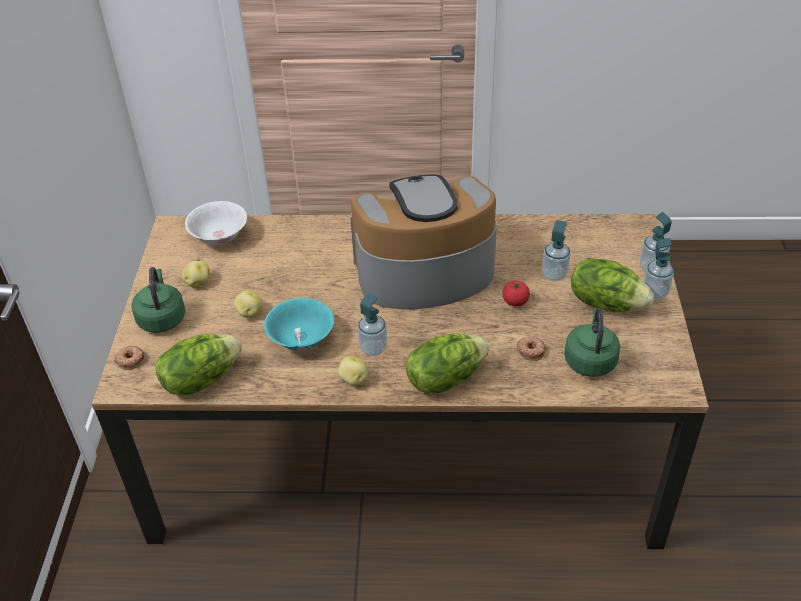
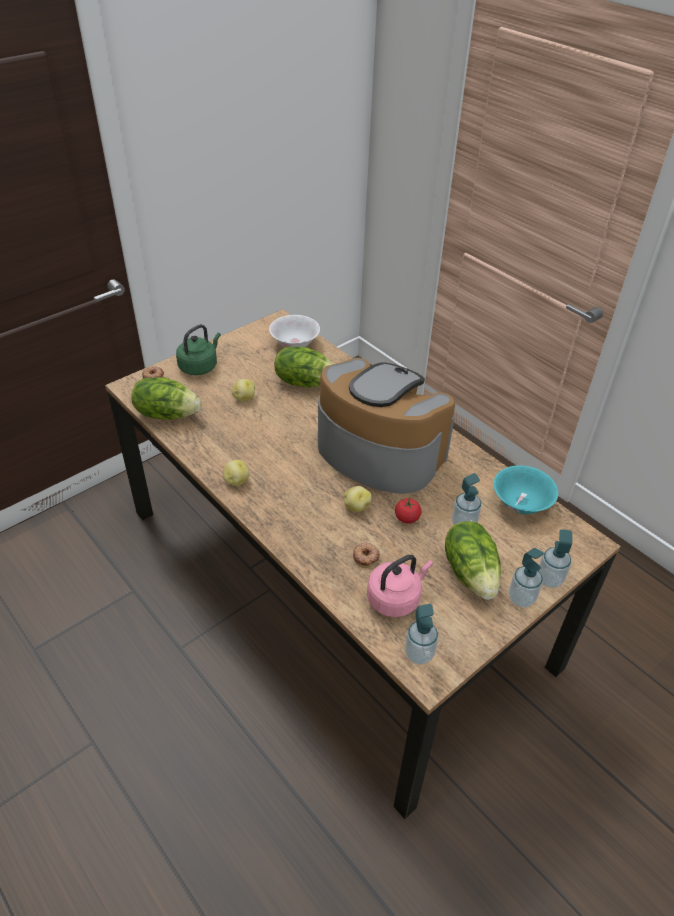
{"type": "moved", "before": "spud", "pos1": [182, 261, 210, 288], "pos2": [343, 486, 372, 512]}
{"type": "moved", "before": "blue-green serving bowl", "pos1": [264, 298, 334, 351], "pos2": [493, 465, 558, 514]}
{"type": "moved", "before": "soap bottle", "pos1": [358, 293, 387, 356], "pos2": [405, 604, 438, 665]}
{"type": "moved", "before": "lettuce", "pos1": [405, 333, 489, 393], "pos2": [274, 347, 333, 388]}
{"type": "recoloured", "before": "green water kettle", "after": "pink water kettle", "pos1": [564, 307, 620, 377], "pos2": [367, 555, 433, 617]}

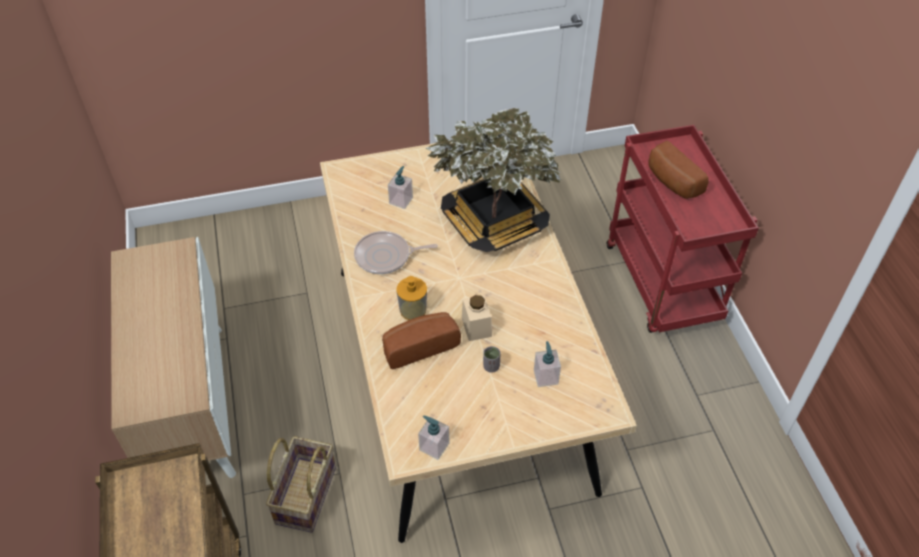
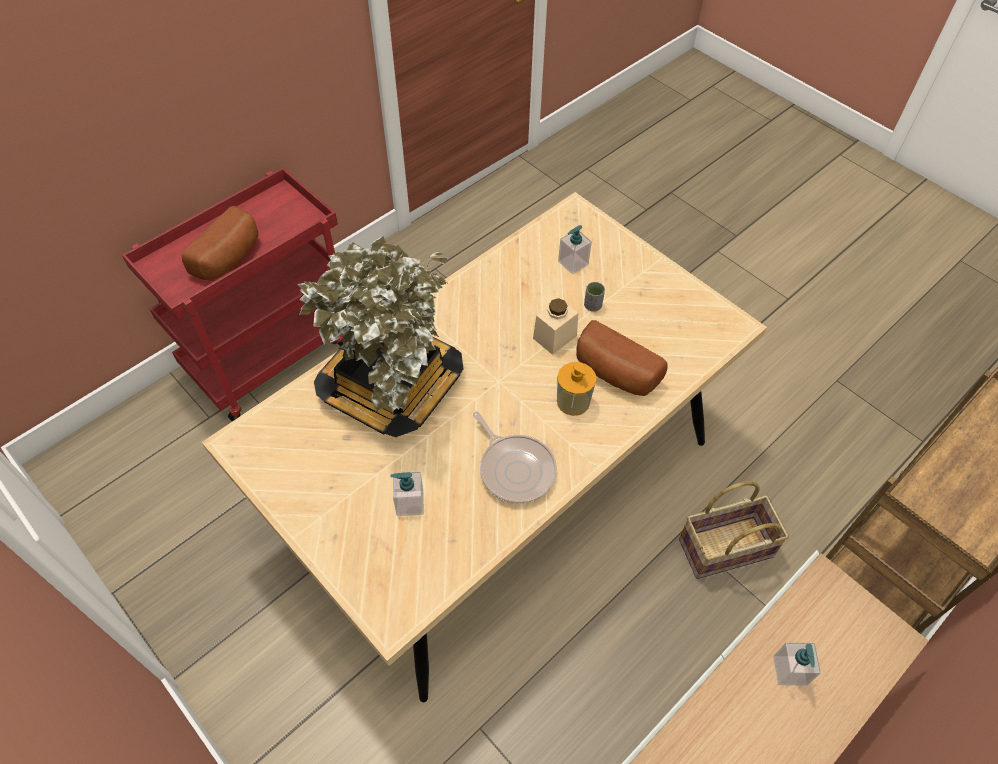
{"type": "moved", "before": "soap bottle", "pos1": [418, 416, 449, 460], "pos2": [773, 642, 821, 686]}

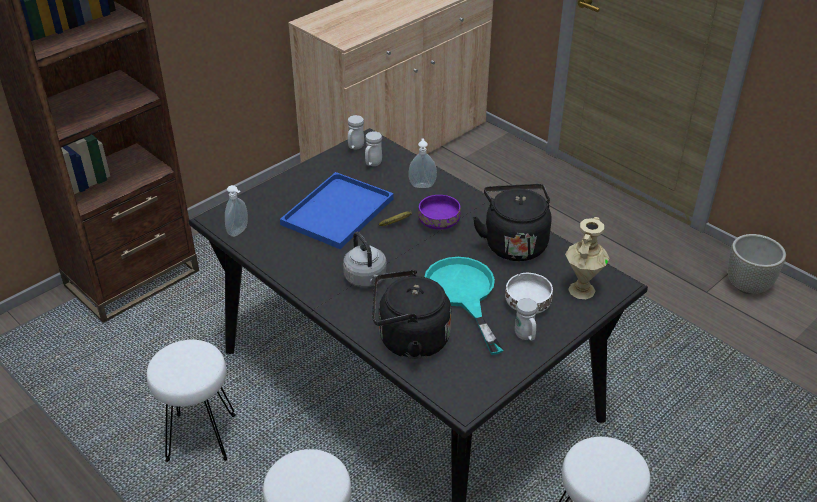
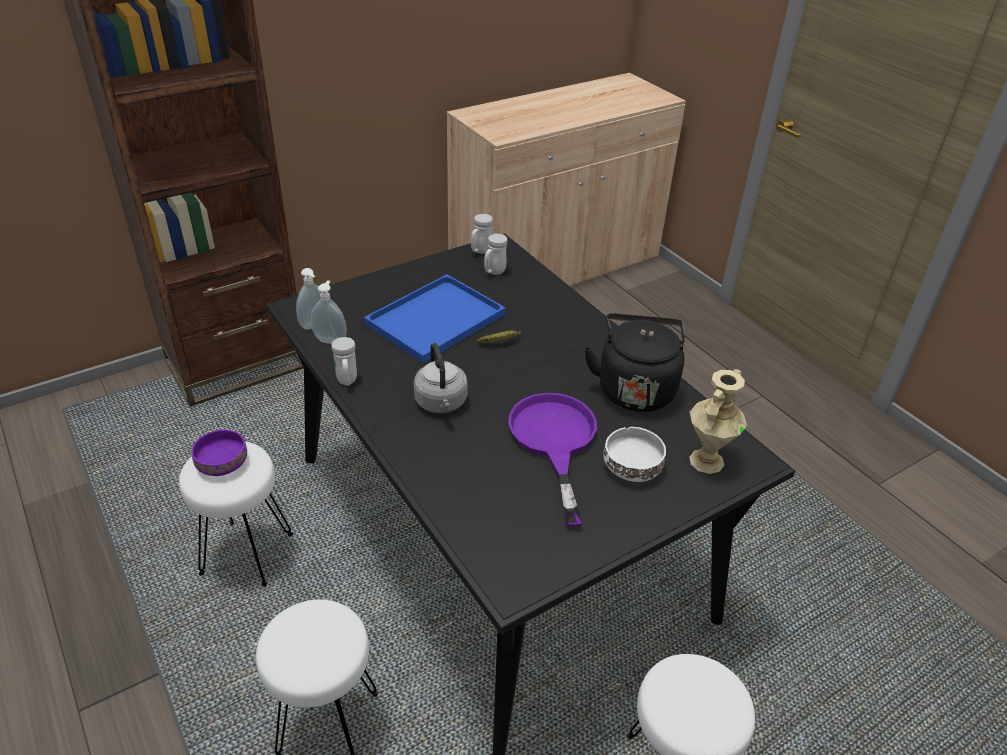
{"type": "removed", "before": "black-coloured water kettle", "pos1": [372, 270, 451, 359]}
{"type": "moved", "before": "soap bottle", "pos1": [408, 139, 437, 188], "pos2": [311, 280, 347, 344]}
{"type": "moved", "before": "purple-coloured serving bowl", "pos1": [418, 195, 461, 230], "pos2": [192, 430, 247, 476]}
{"type": "recoloured", "before": "blue-green pan", "after": "purple-coloured pan", "pos1": [424, 257, 503, 355], "pos2": [508, 393, 597, 527]}
{"type": "moved", "before": "white mug", "pos1": [515, 298, 537, 341], "pos2": [331, 337, 357, 386]}
{"type": "removed", "before": "gray flower pot", "pos1": [728, 234, 786, 294]}

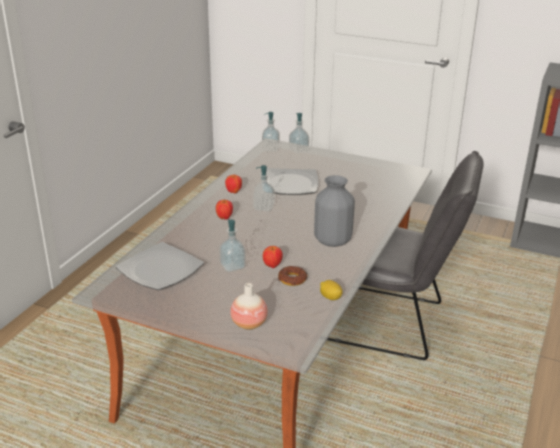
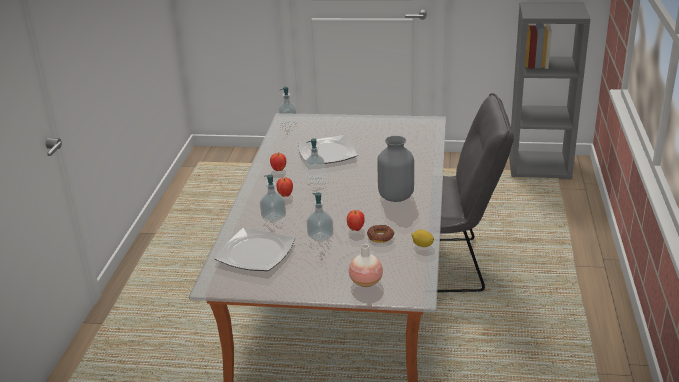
{"type": "moved", "before": "soap bottle", "pos1": [289, 113, 309, 153], "pos2": [260, 175, 286, 223]}

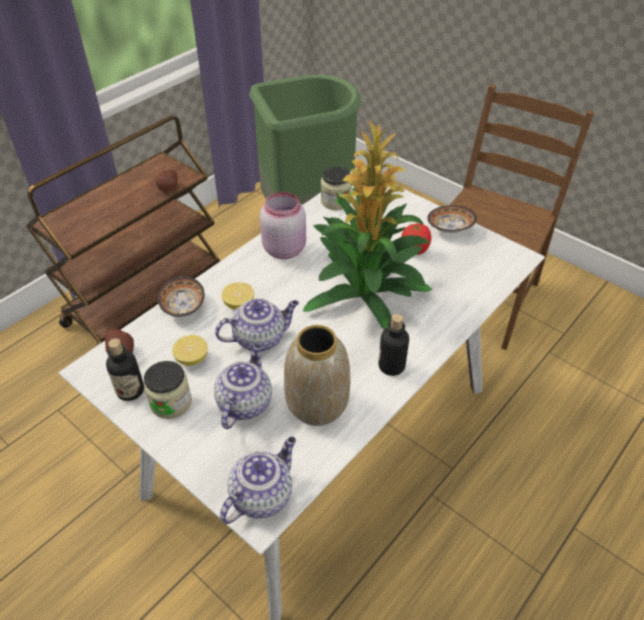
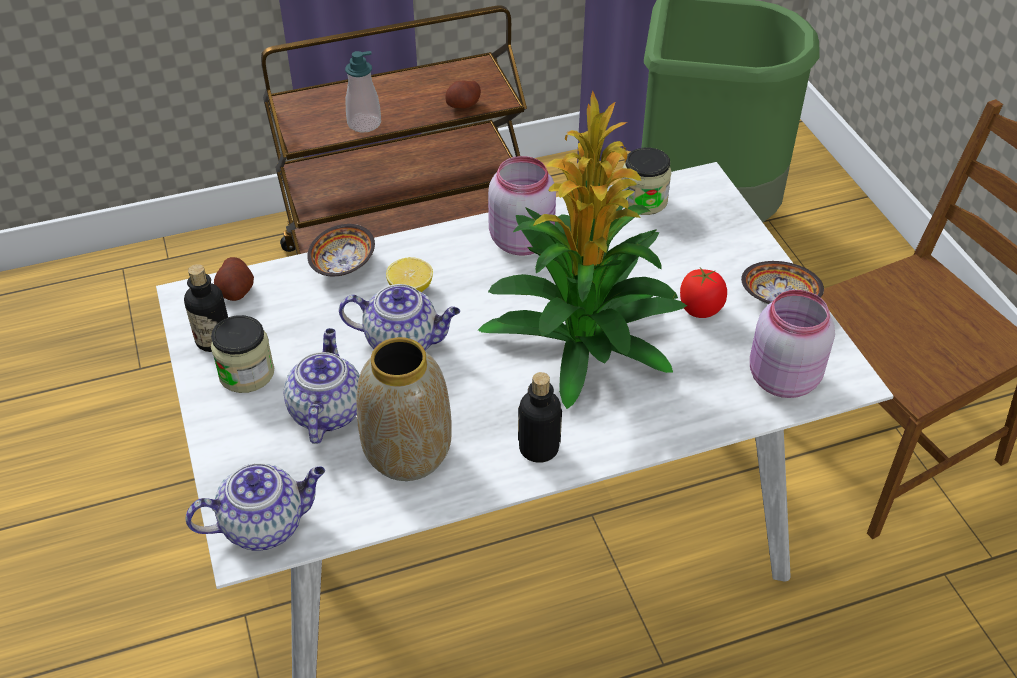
{"type": "removed", "before": "whole lemon", "pos1": [172, 335, 208, 366]}
{"type": "turned", "before": "pot for tea", "pos1": [214, 344, 272, 429], "pos2": [284, 328, 360, 444], "turn": -45}
{"type": "added", "after": "soap bottle", "pos2": [345, 51, 381, 133]}
{"type": "added", "after": "pink preserve jar", "pos2": [750, 290, 835, 398]}

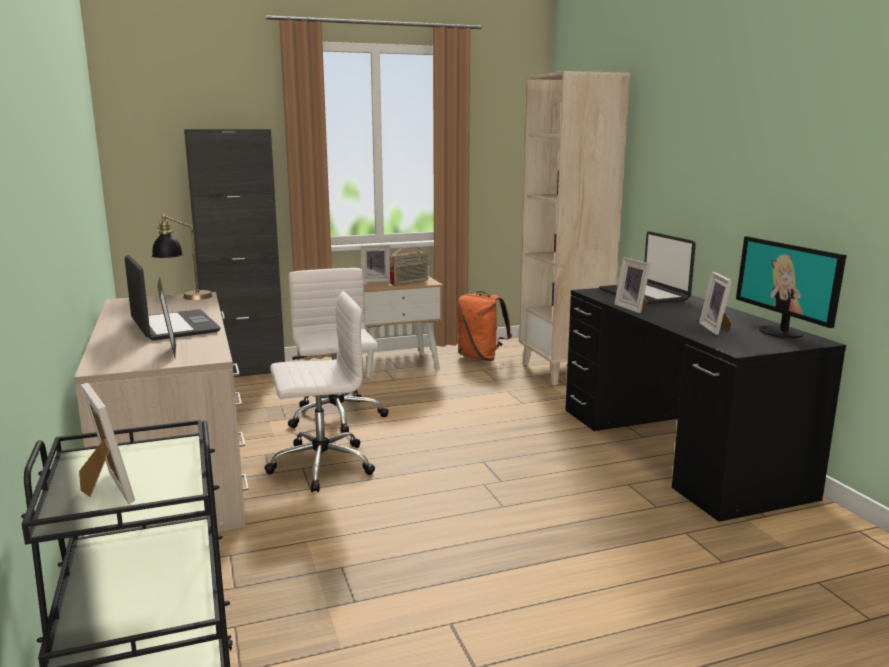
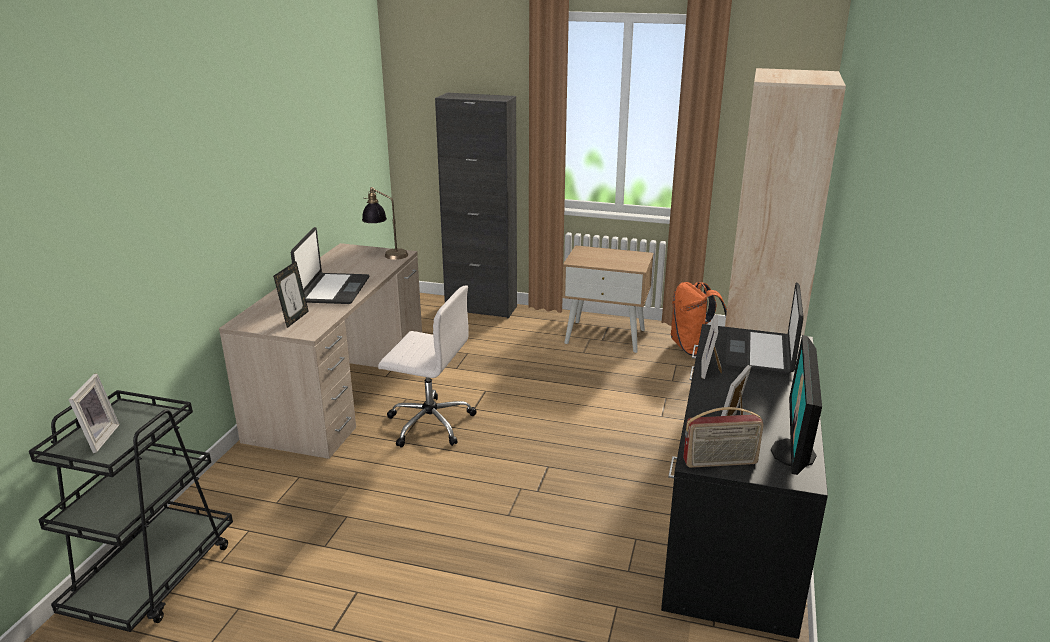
{"type": "removed", "before": "white computer chair", "pos1": [288, 268, 389, 433]}
{"type": "removed", "before": "photo frame", "pos1": [360, 245, 390, 282]}
{"type": "moved", "before": "radio receiver", "pos1": [390, 246, 428, 286], "pos2": [683, 407, 764, 468]}

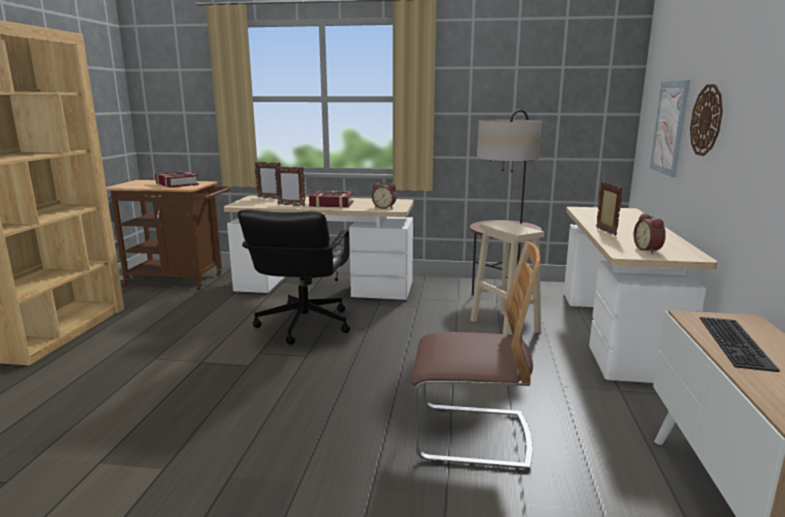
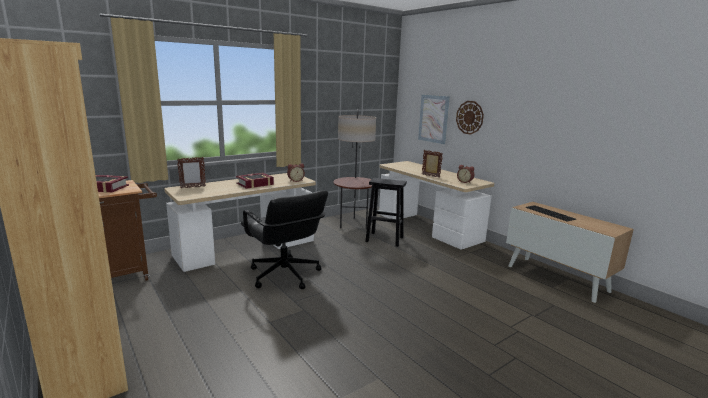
{"type": "removed", "before": "photo frame", "pos1": [274, 167, 306, 206]}
{"type": "removed", "before": "upright chair", "pos1": [411, 241, 540, 470]}
{"type": "recoloured", "before": "sand-coloured stool seat", "after": "black-coloured stool seat", "pos1": [471, 220, 544, 334], "pos2": [365, 178, 407, 247]}

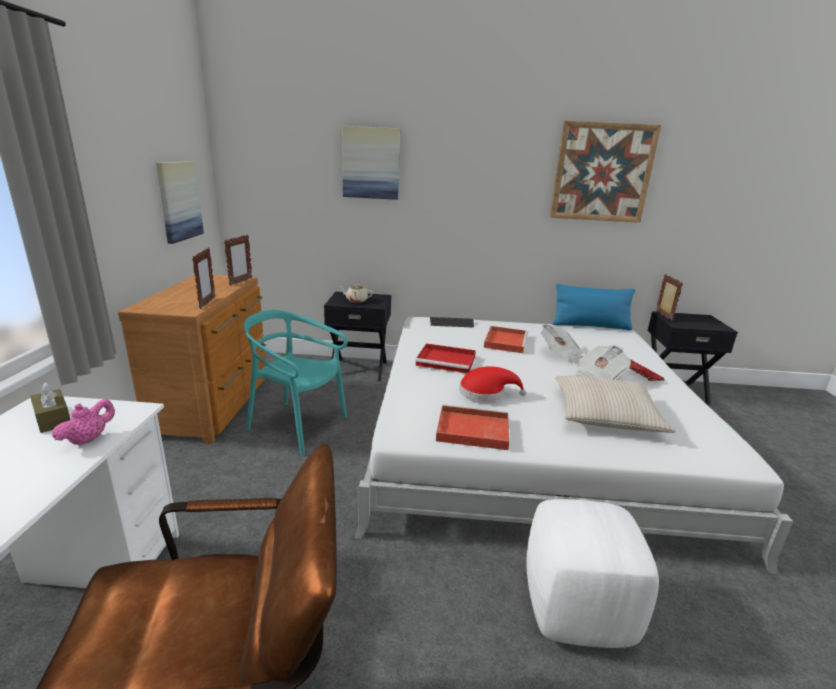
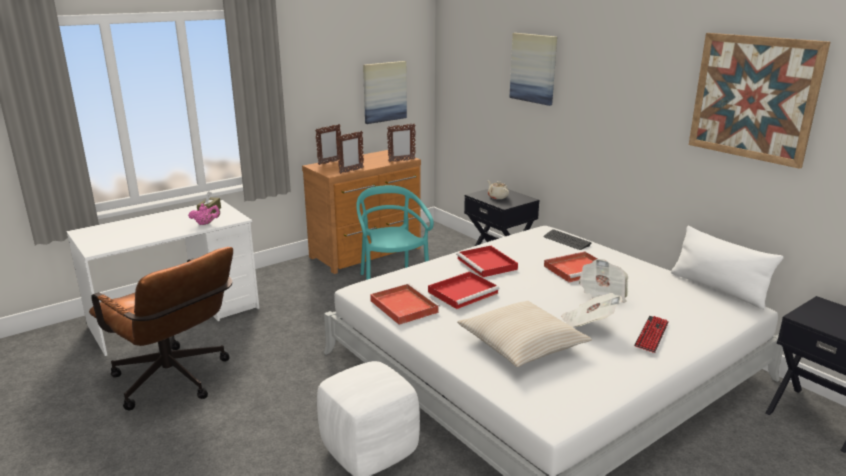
{"type": "replaced", "before": "red-coloured wearable hat", "after": "red-coloured serving tray", "pos1": [459, 366, 526, 401], "pos2": [428, 271, 500, 309]}
{"type": "recoloured", "before": "blue throw pillow", "after": "white throw pillow", "pos1": [553, 284, 635, 330], "pos2": [671, 226, 784, 309]}
{"type": "moved", "before": "photo frame", "pos1": [656, 274, 683, 321], "pos2": [315, 124, 341, 165]}

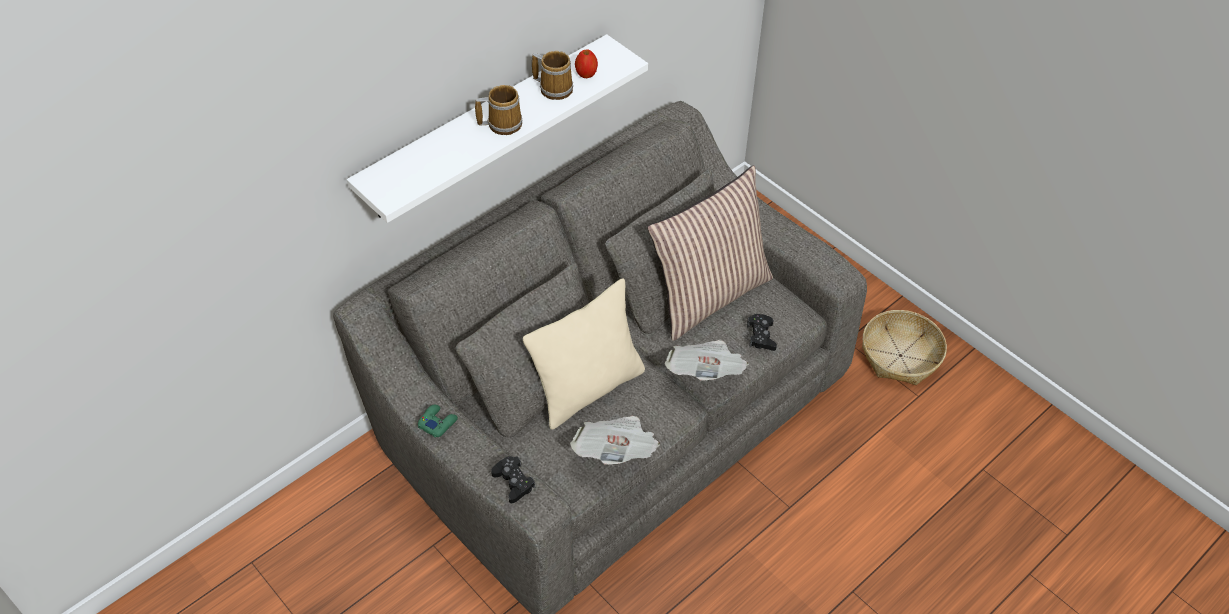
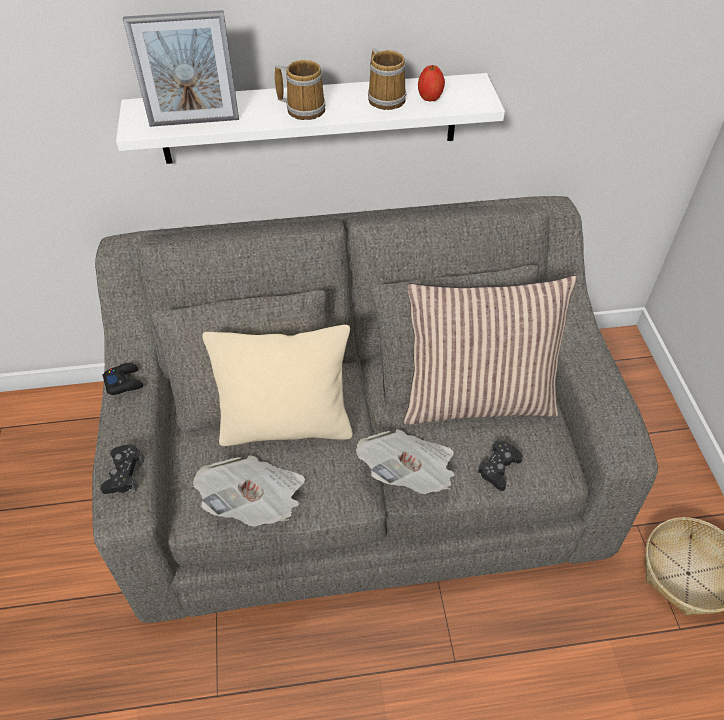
{"type": "recoloured", "before": "green gamepad", "after": "black-coloured gamepad", "pos1": [418, 404, 458, 438], "pos2": [102, 363, 143, 395]}
{"type": "added", "after": "photo frame", "pos2": [123, 10, 239, 127]}

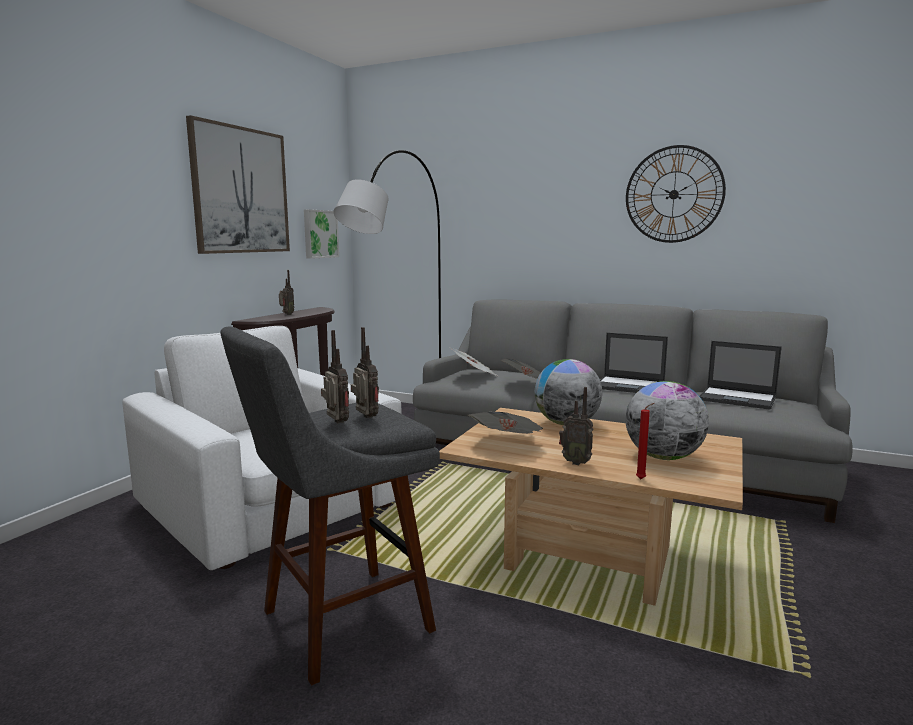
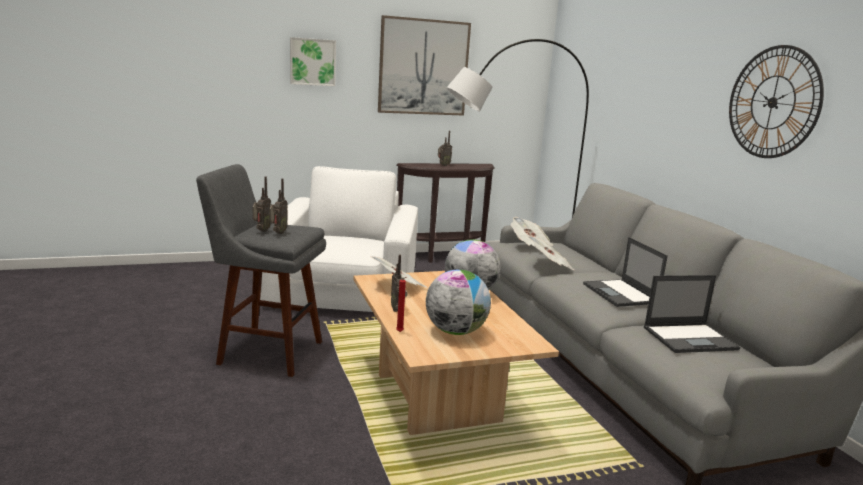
{"type": "moved", "before": "picture", "pos1": [304, 209, 339, 259], "pos2": [290, 37, 336, 86]}
{"type": "turned", "before": "portable computer", "pos1": [699, 341, 782, 410], "pos2": [644, 275, 740, 353], "turn": -90}

